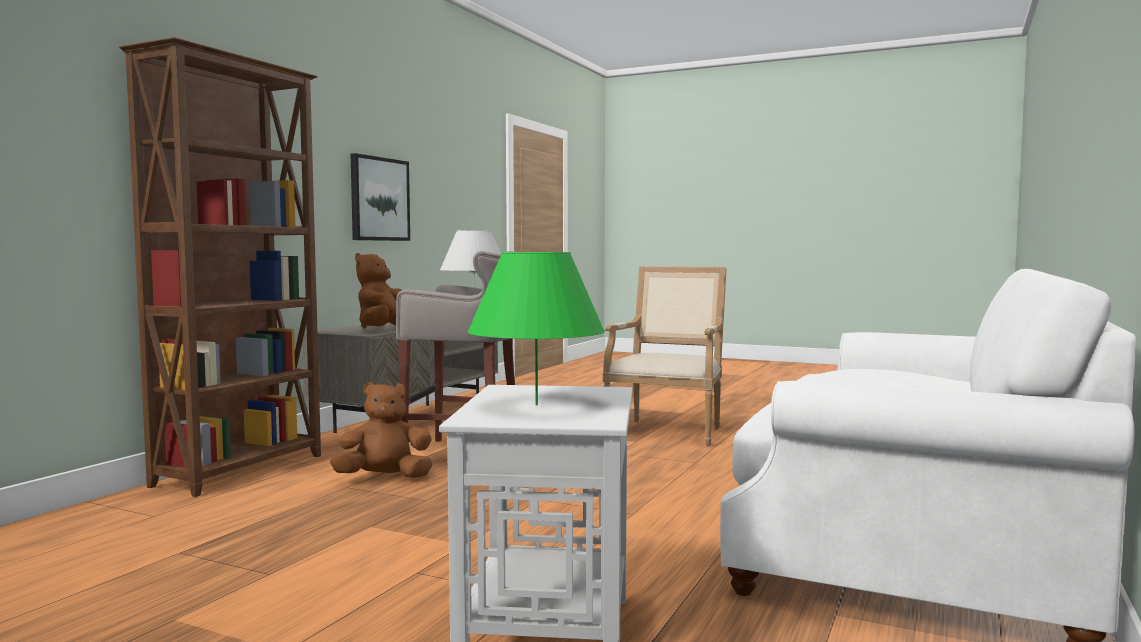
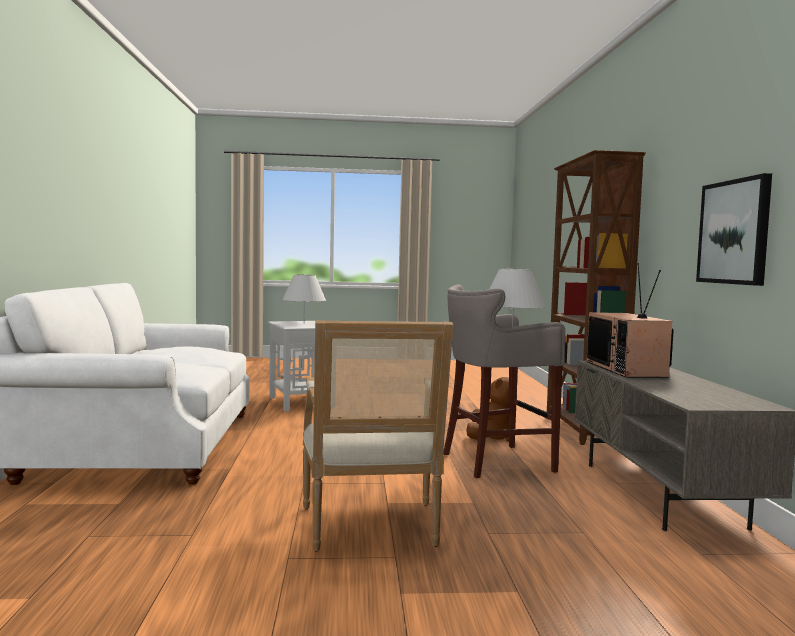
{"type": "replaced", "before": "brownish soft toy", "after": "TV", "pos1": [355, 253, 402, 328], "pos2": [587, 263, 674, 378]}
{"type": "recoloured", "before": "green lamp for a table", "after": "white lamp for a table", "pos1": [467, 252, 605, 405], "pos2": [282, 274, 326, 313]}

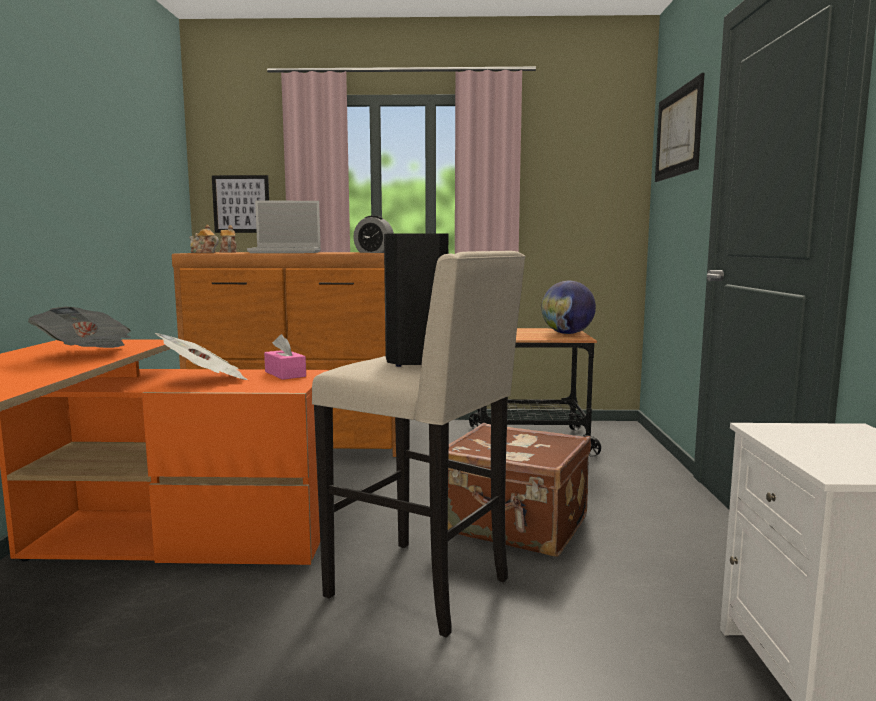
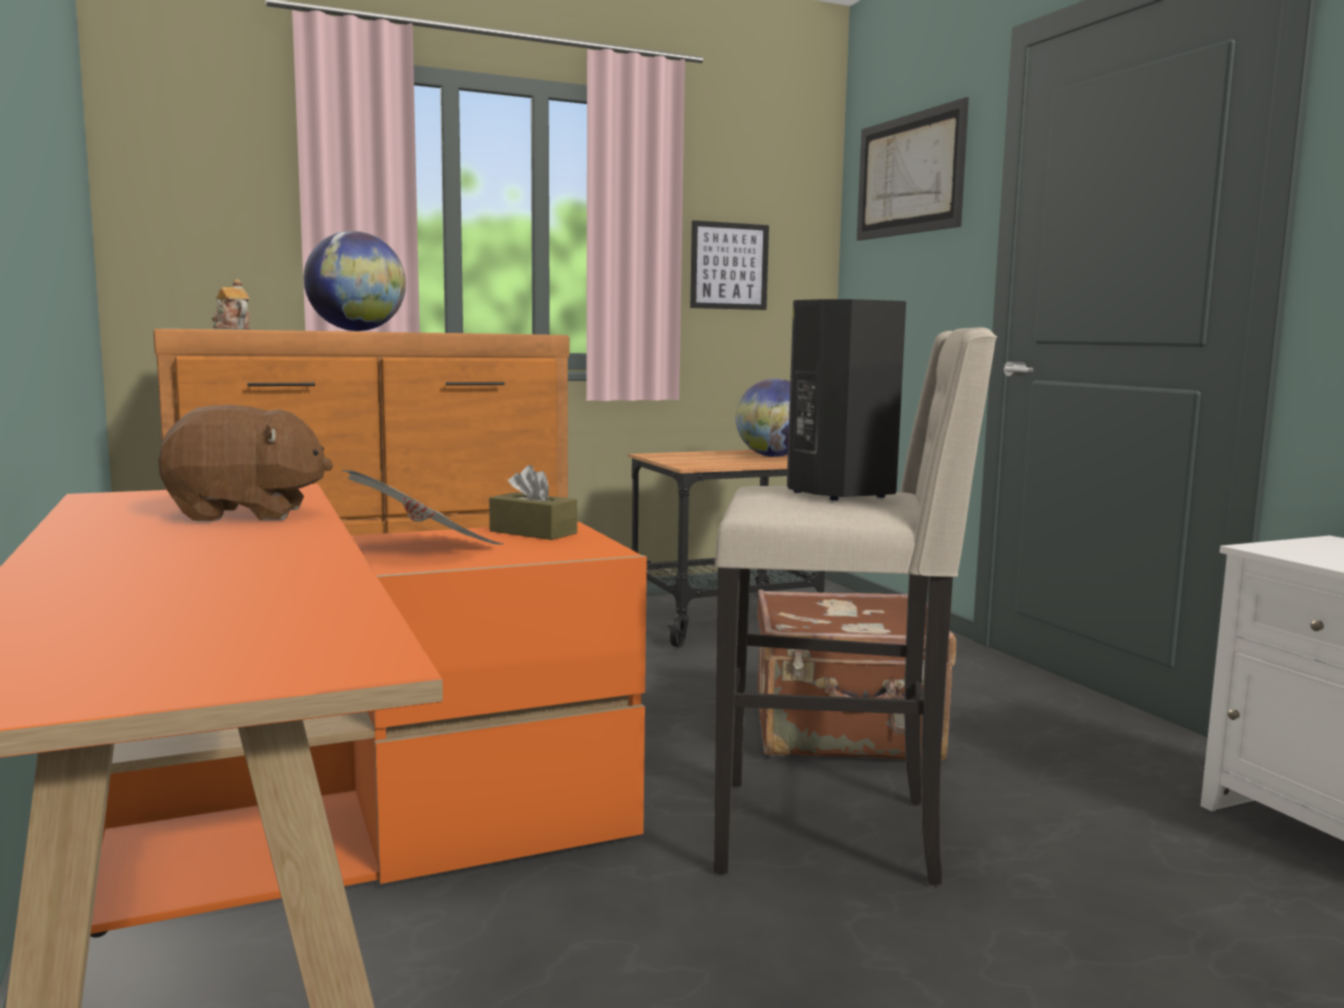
{"type": "replaced", "before": "daily paper", "after": "brownish soft toy", "pos1": [28, 307, 131, 348], "pos2": [158, 405, 333, 521]}
{"type": "removed", "before": "pot for tea", "pos1": [189, 225, 219, 253]}
{"type": "moved", "before": "picture", "pos1": [212, 175, 269, 233], "pos2": [690, 220, 769, 310]}
{"type": "replaced", "before": "portable computer", "after": "desk globe", "pos1": [247, 200, 321, 253], "pos2": [304, 231, 406, 331]}
{"type": "recoloured", "before": "pink tissue holder", "after": "brownish tissue holder", "pos1": [264, 334, 306, 380], "pos2": [489, 465, 577, 540]}
{"type": "removed", "before": "table clock", "pos1": [353, 215, 394, 253]}

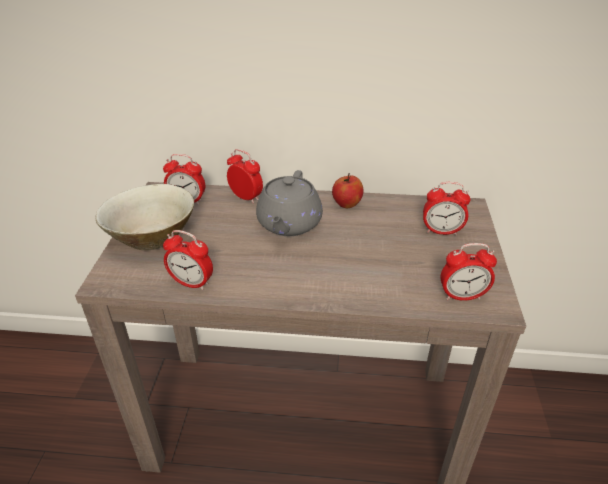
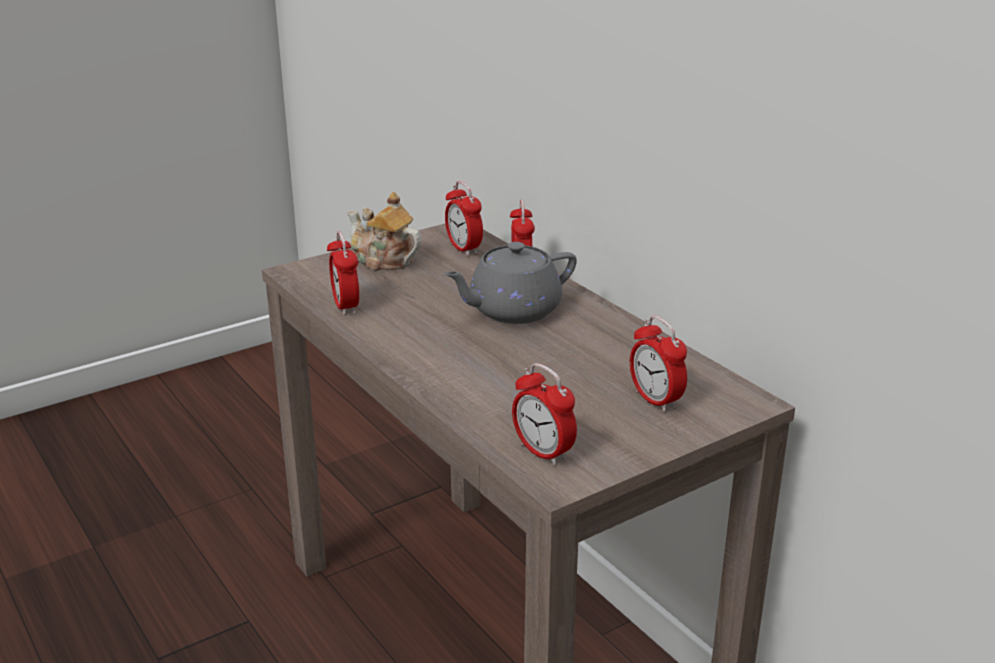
{"type": "replaced", "before": "sand-coloured serving bowl", "after": "pot for tea", "pos1": [95, 184, 194, 250], "pos2": [347, 192, 422, 271]}
{"type": "removed", "before": "apple fruit", "pos1": [332, 173, 363, 208]}

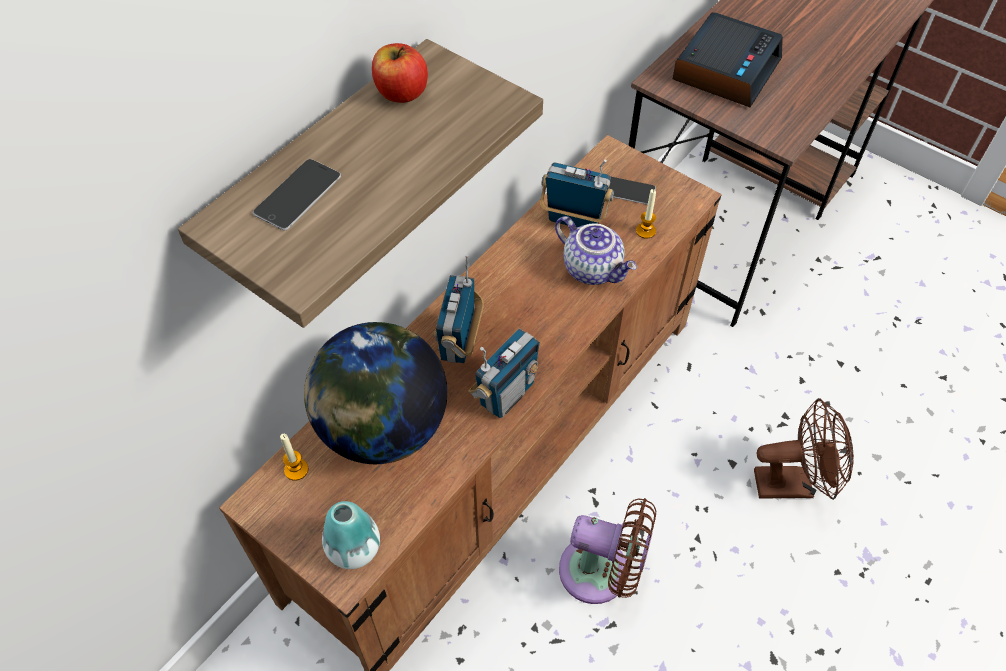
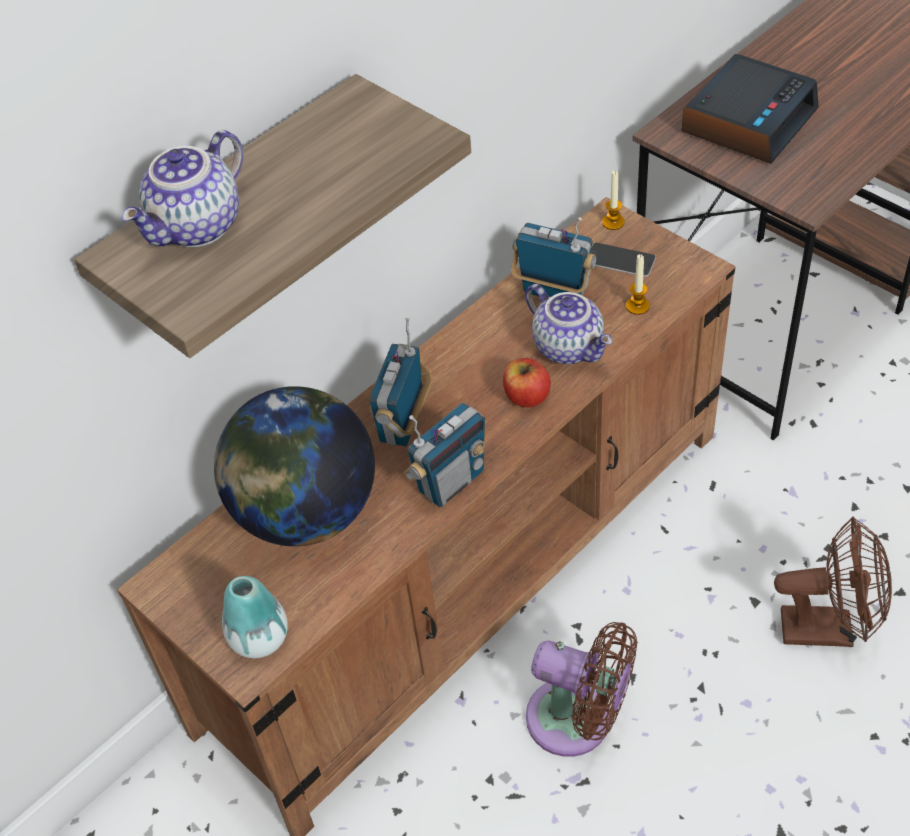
{"type": "replaced", "before": "telephone", "after": "pot for tea", "pos1": [253, 159, 341, 230], "pos2": [122, 130, 243, 247]}
{"type": "moved", "before": "wax light", "pos1": [280, 434, 309, 481], "pos2": [602, 171, 625, 230]}
{"type": "moved", "before": "apple fruit", "pos1": [372, 43, 428, 103], "pos2": [503, 358, 551, 407]}

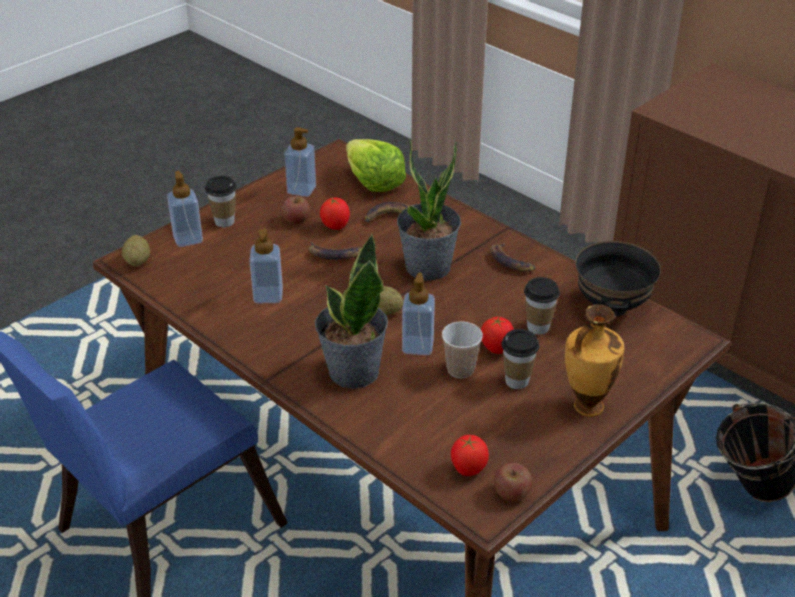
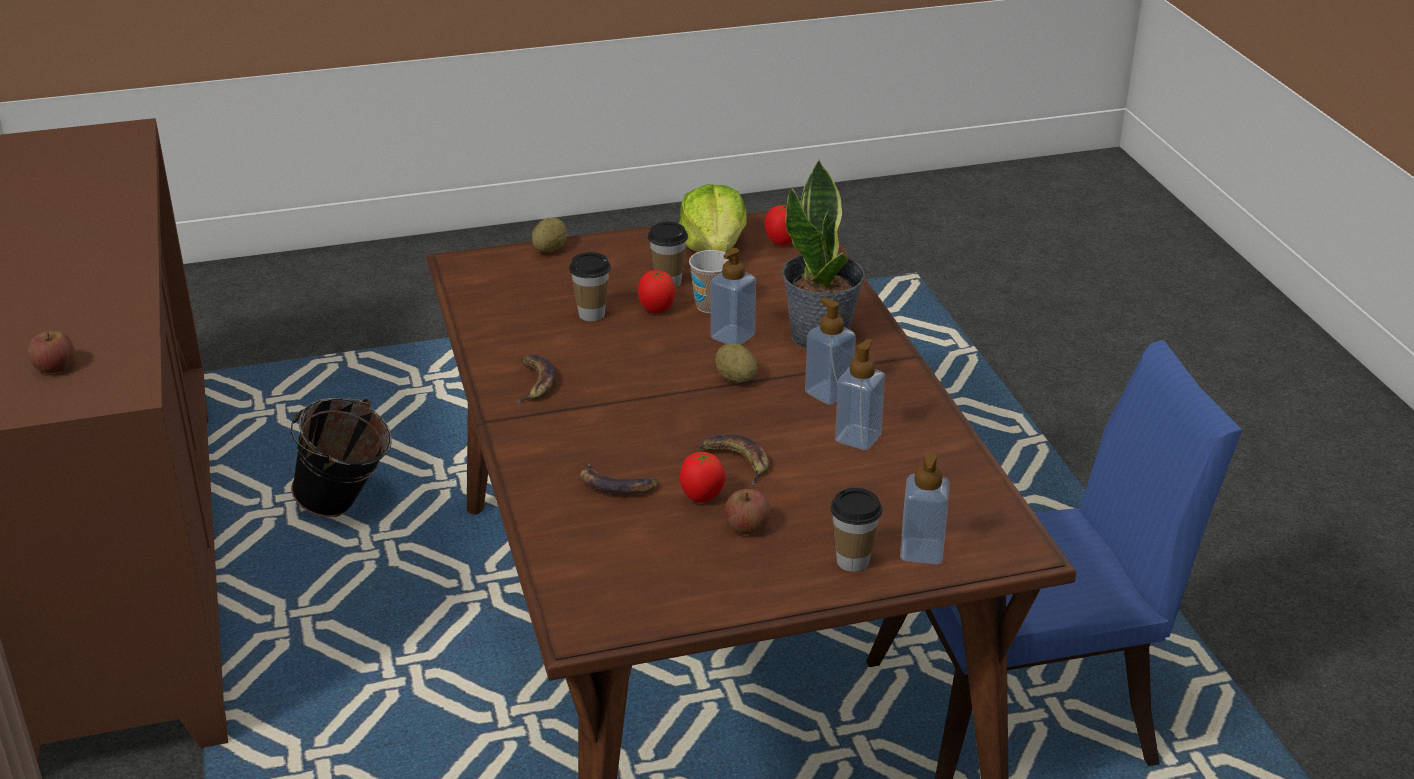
{"type": "moved", "before": "spud", "pos1": [122, 235, 150, 266], "pos2": [532, 218, 567, 252]}
{"type": "moved", "before": "soap bottle", "pos1": [284, 127, 316, 197], "pos2": [805, 298, 856, 405]}
{"type": "moved", "before": "lettuce", "pos1": [346, 139, 406, 192], "pos2": [679, 184, 747, 252]}
{"type": "removed", "before": "plant in a pot", "pos1": [397, 140, 461, 281]}
{"type": "moved", "before": "apple fruit", "pos1": [494, 463, 532, 502], "pos2": [28, 331, 74, 374]}
{"type": "removed", "before": "decorative vase", "pos1": [565, 304, 624, 417]}
{"type": "removed", "before": "black-coloured serving bowl", "pos1": [575, 241, 661, 316]}

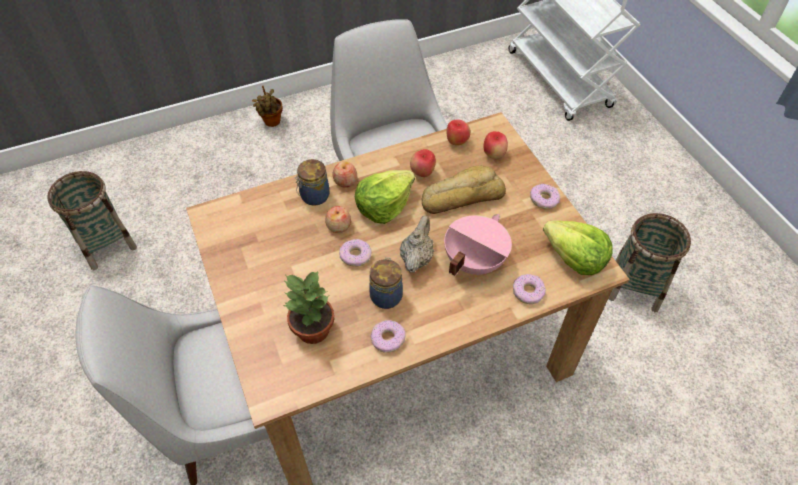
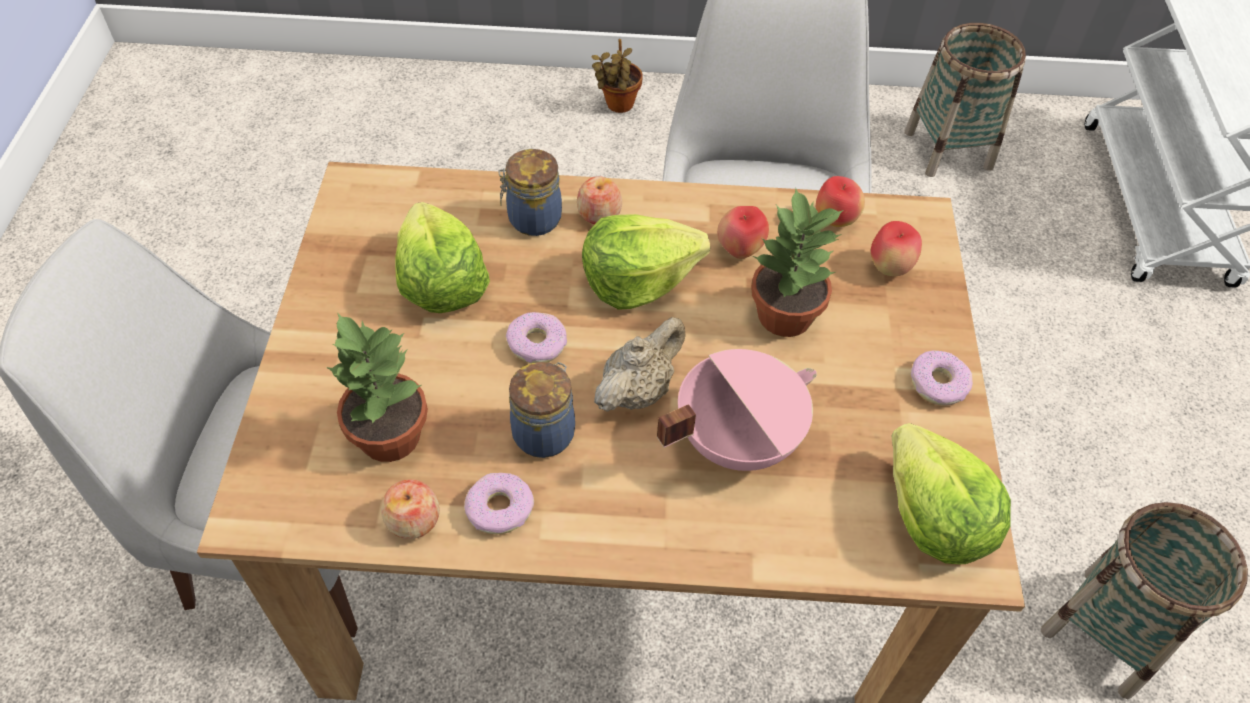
{"type": "moved", "before": "basket", "pos1": [47, 171, 137, 270], "pos2": [905, 23, 1026, 177]}
{"type": "moved", "before": "apple fruit", "pos1": [325, 206, 351, 233], "pos2": [381, 479, 440, 539]}
{"type": "replaced", "before": "bread", "after": "plant in a pot", "pos1": [421, 165, 506, 214], "pos2": [751, 188, 844, 337]}
{"type": "removed", "before": "ring doughnut", "pos1": [513, 274, 546, 304]}
{"type": "added", "after": "lettuce", "pos2": [395, 202, 490, 313]}

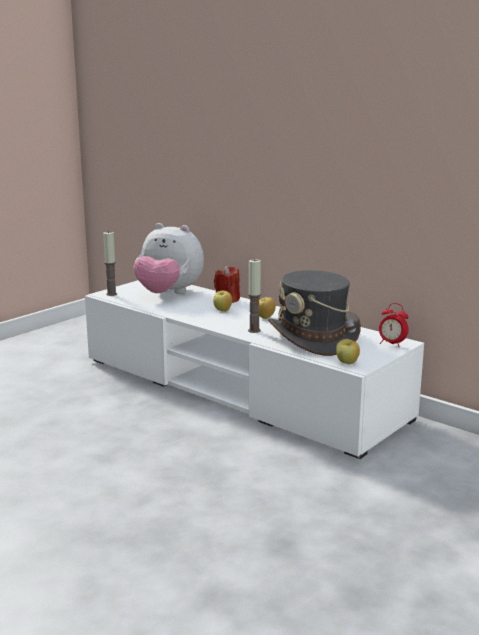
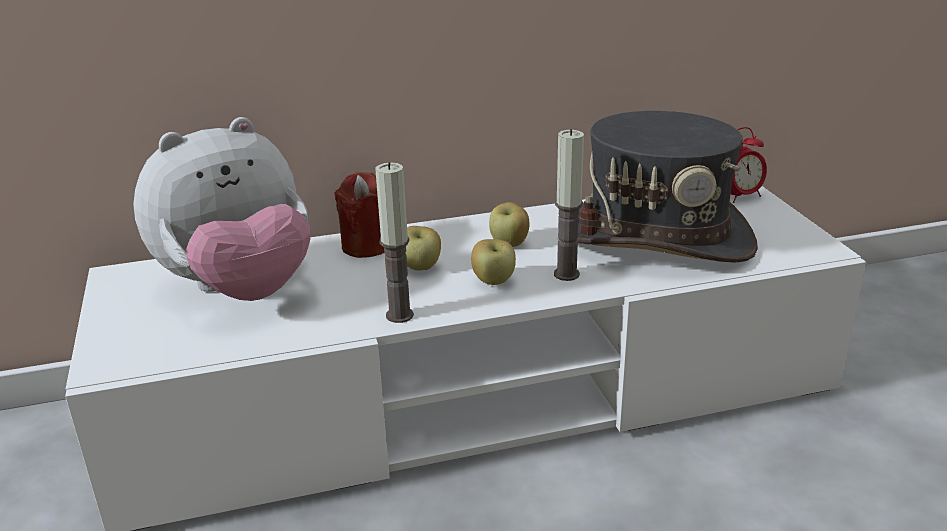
{"type": "moved", "before": "wax light", "pos1": [103, 231, 117, 296], "pos2": [375, 162, 414, 323]}
{"type": "moved", "before": "apple fruit", "pos1": [336, 339, 360, 364], "pos2": [471, 239, 516, 285]}

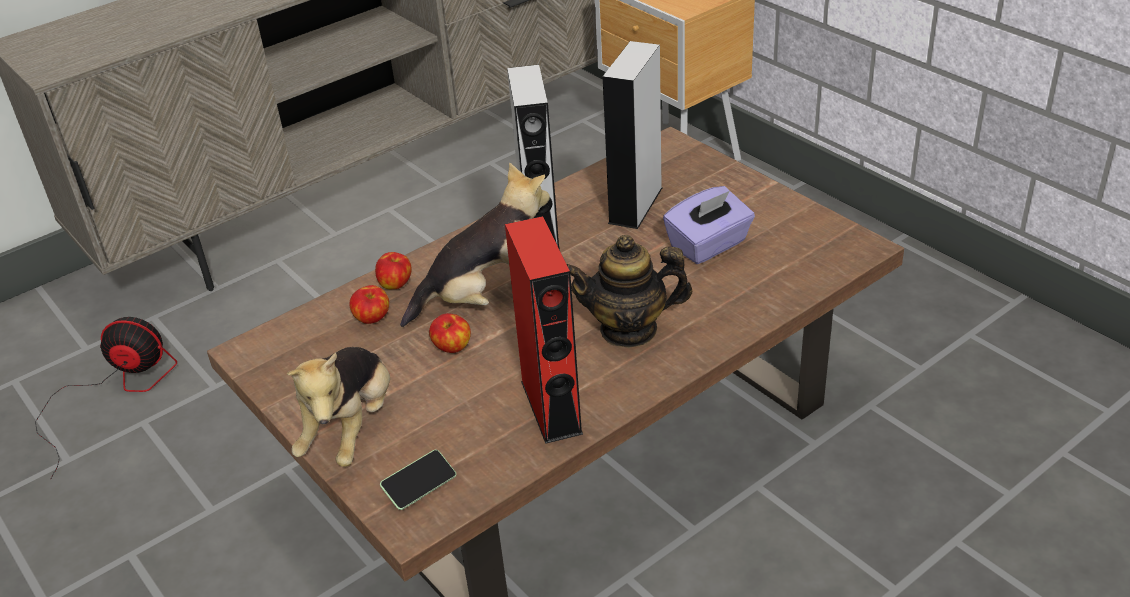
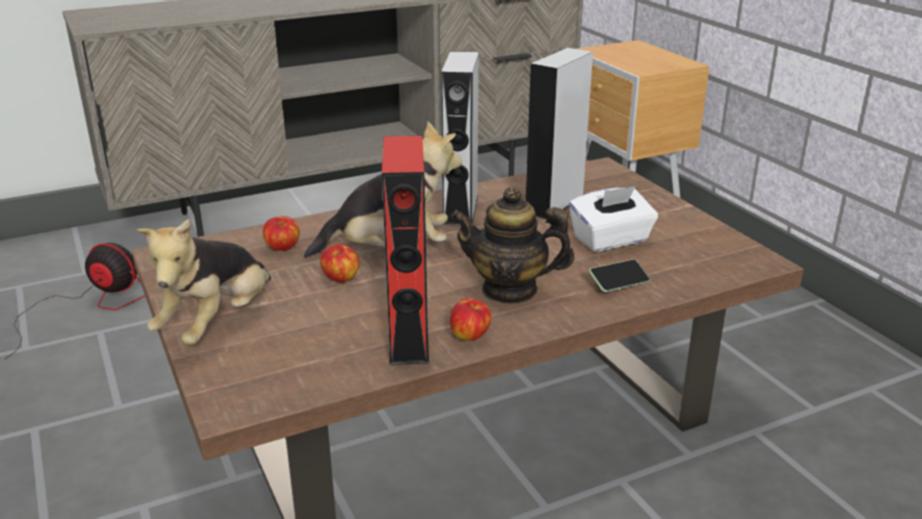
{"type": "moved", "before": "apple fruit", "pos1": [375, 252, 412, 289], "pos2": [450, 298, 491, 341]}
{"type": "moved", "before": "telephone", "pos1": [380, 450, 456, 510], "pos2": [589, 259, 650, 292]}
{"type": "recoloured", "before": "purple-coloured tissue holder", "after": "white tissue holder", "pos1": [663, 186, 755, 264], "pos2": [569, 186, 658, 252]}

